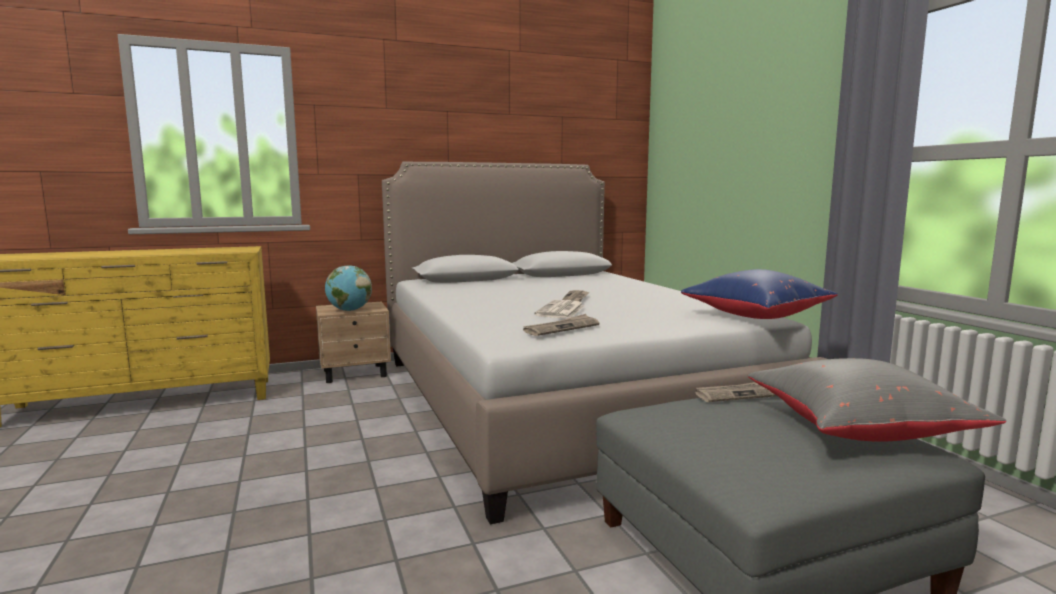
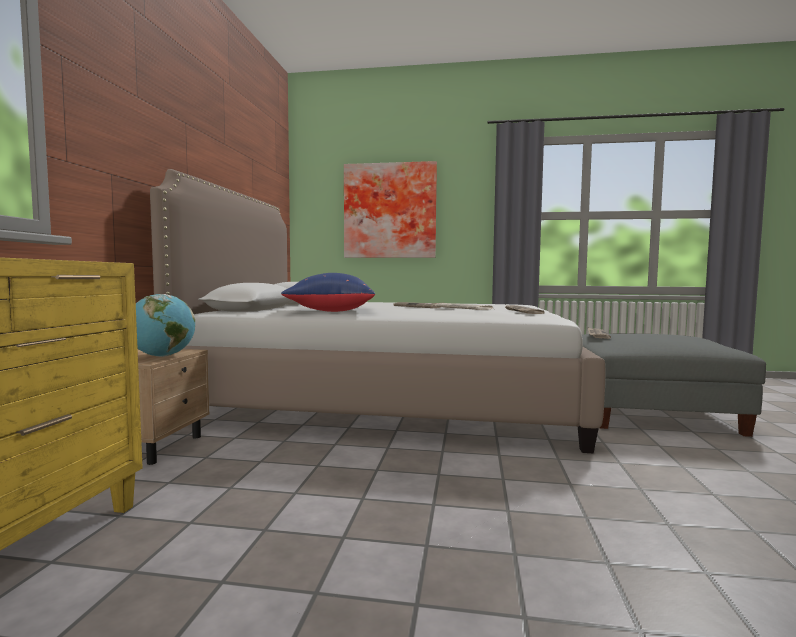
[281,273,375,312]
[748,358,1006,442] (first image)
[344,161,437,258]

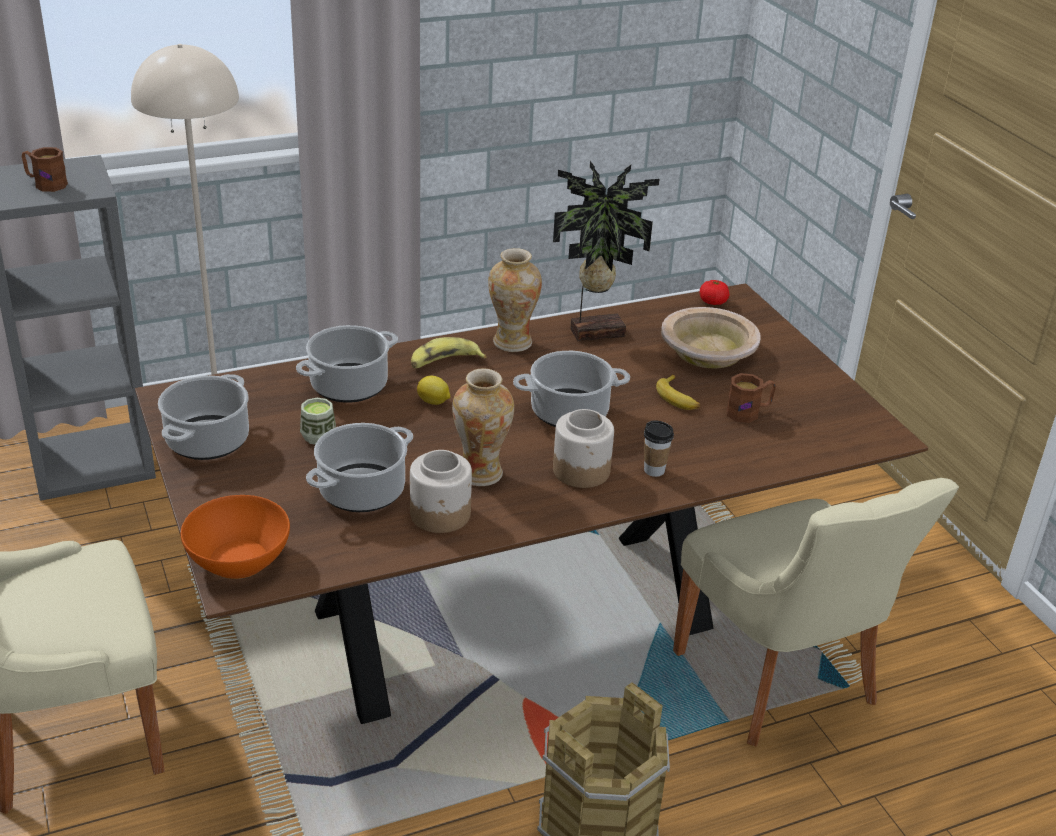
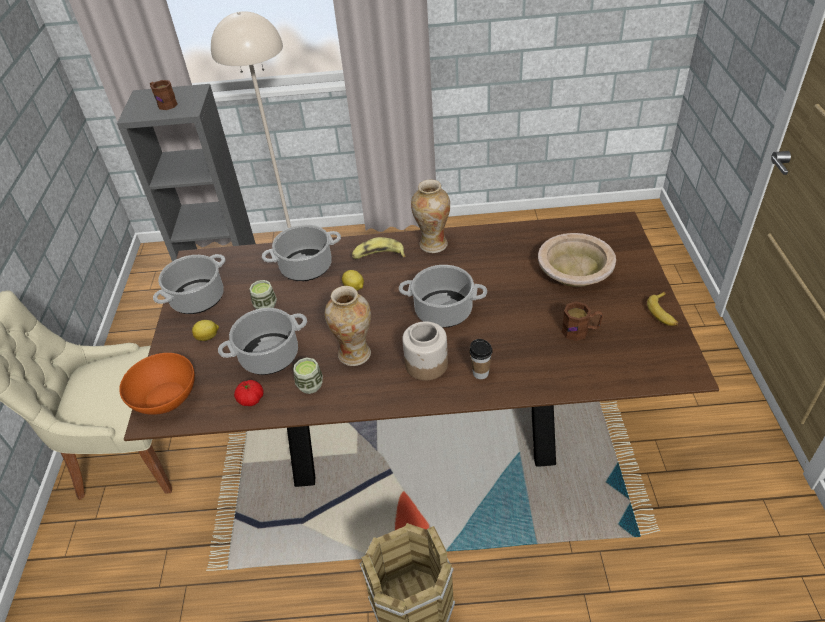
[553,161,659,341] (first image)
[234,380,264,406]
[647,292,678,326]
[293,357,323,394]
[673,478,959,746] (first image)
[192,320,219,341]

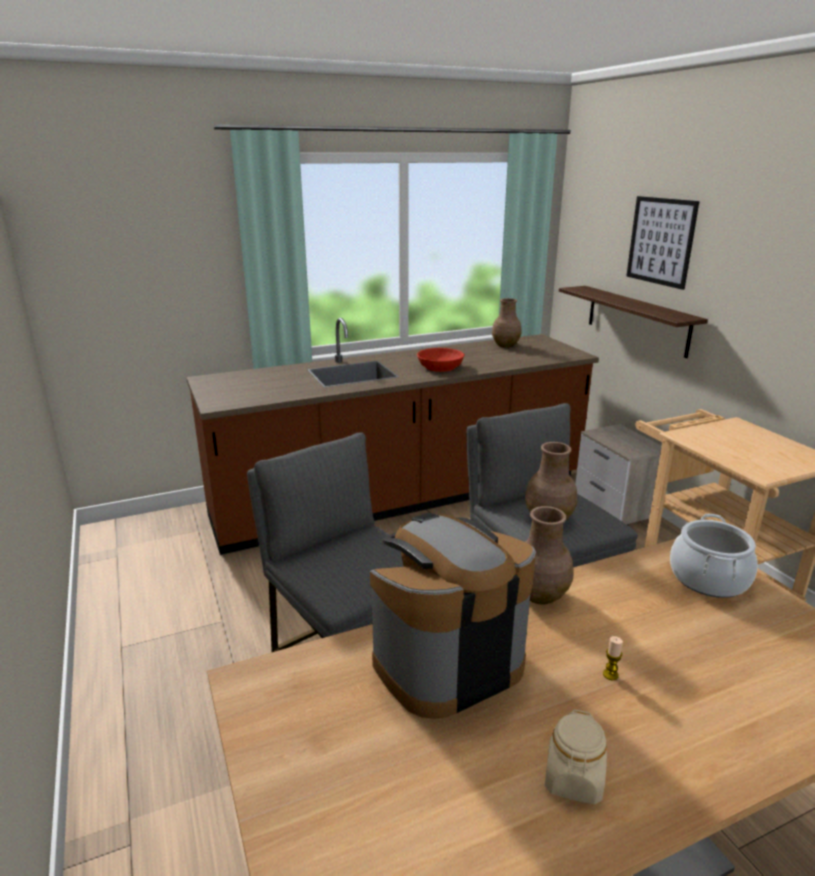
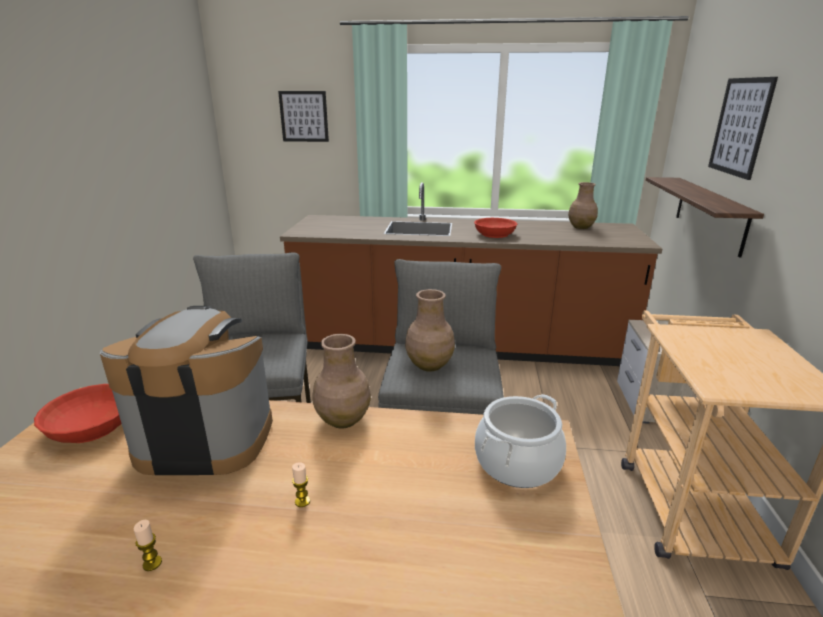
[133,520,162,571]
[278,91,329,142]
[34,384,122,443]

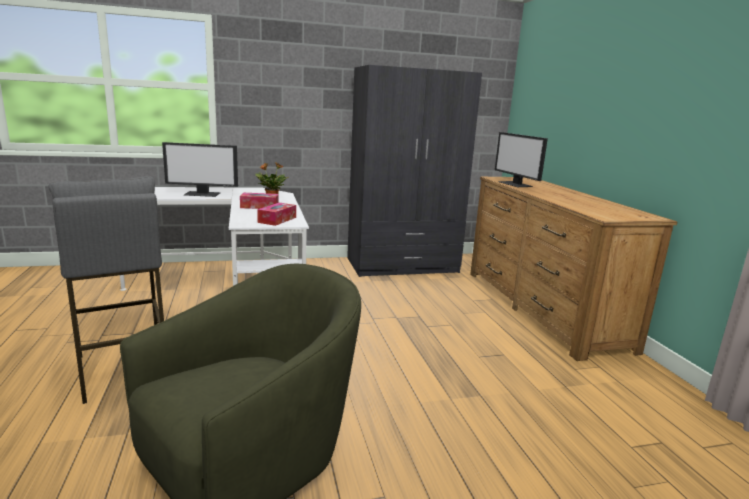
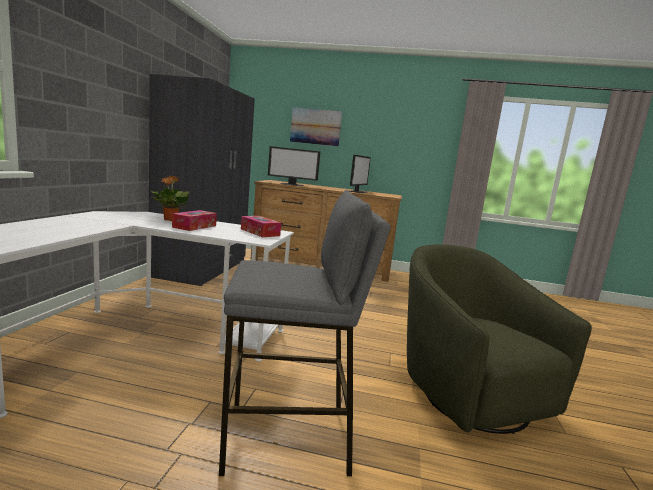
[349,155,371,193]
[290,107,342,146]

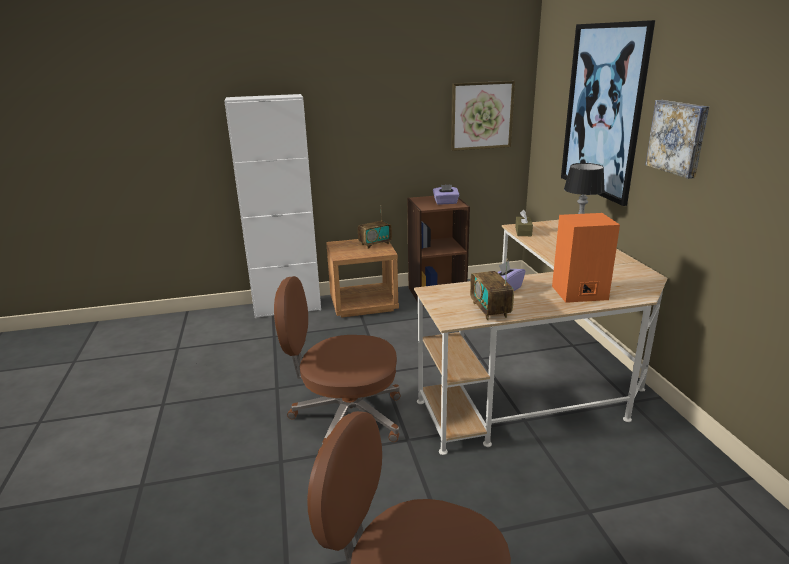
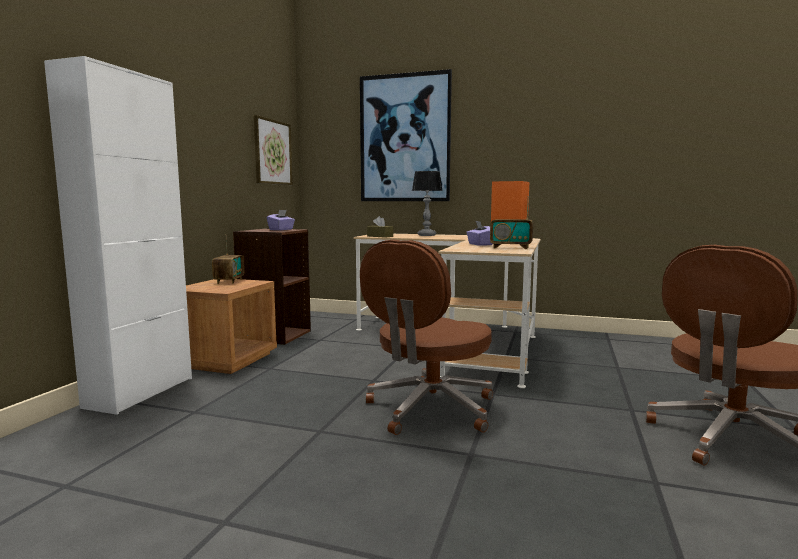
[645,100,709,179] (first image)

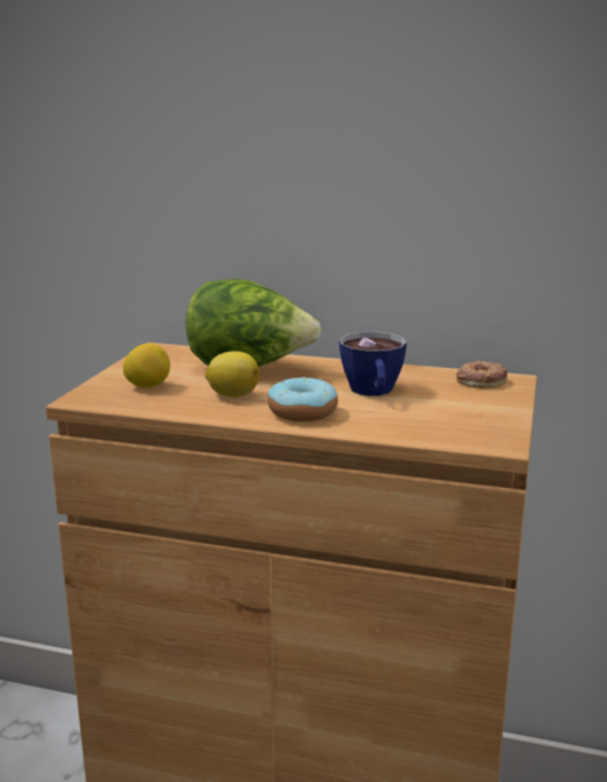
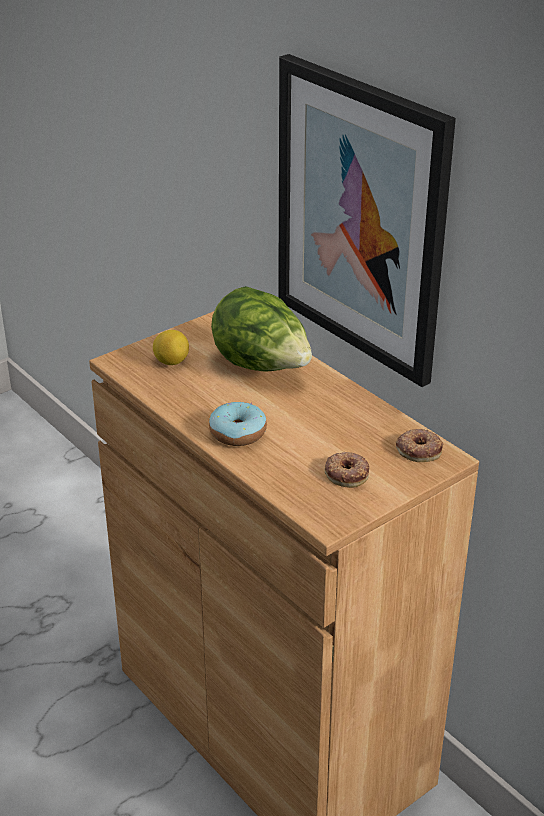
[339,331,407,396] (first image)
[205,351,260,397] (first image)
[278,54,456,387]
[325,452,370,488]

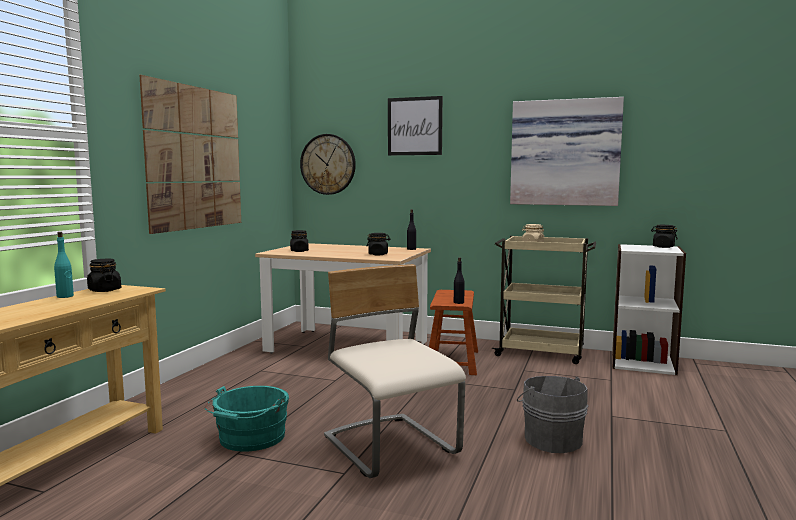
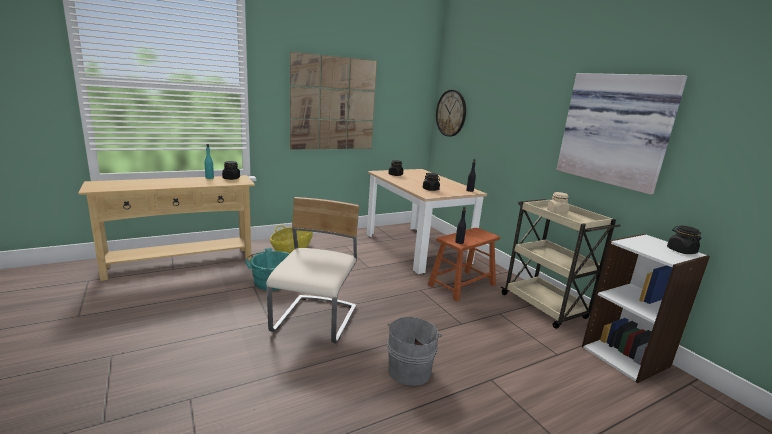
[388,96,443,155] (first image)
[270,225,313,253]

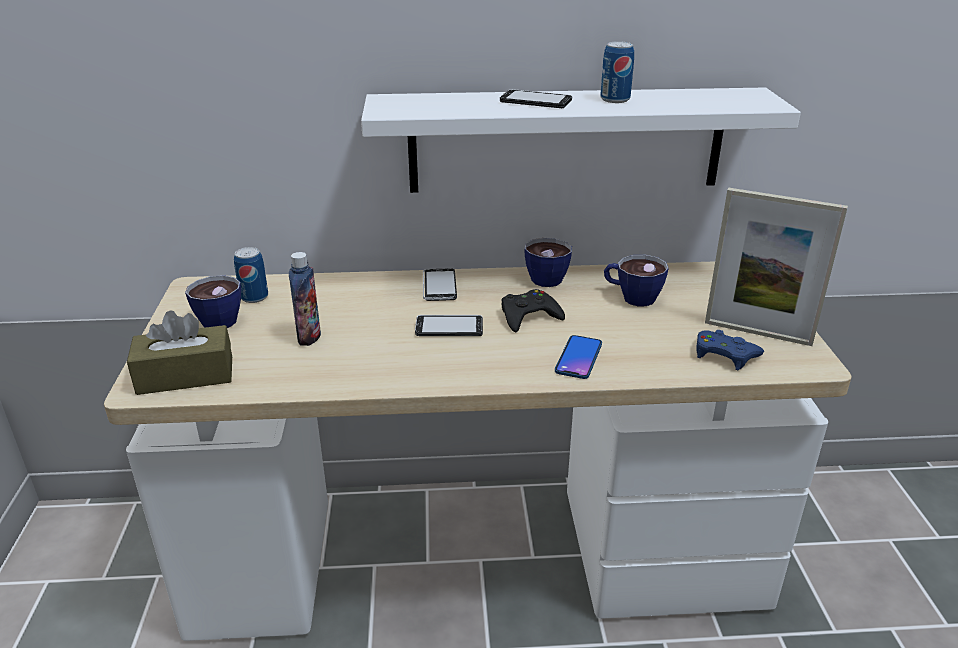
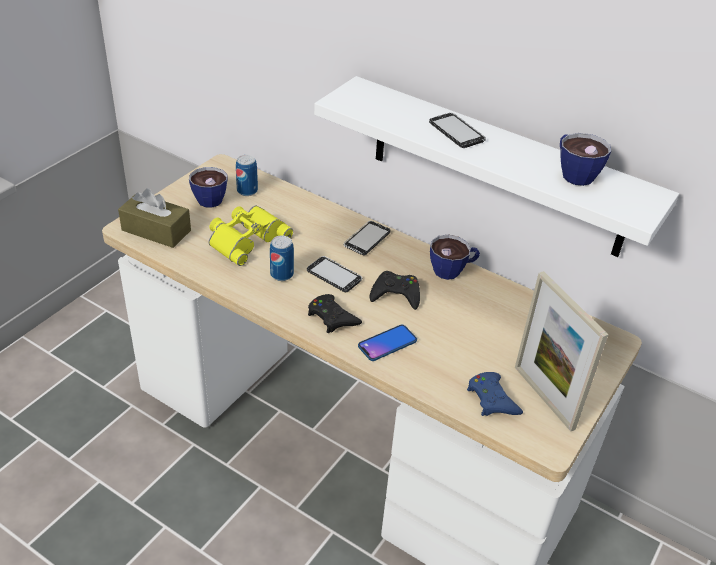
[270,236,294,281]
[209,206,293,266]
[560,133,611,186]
[308,294,362,333]

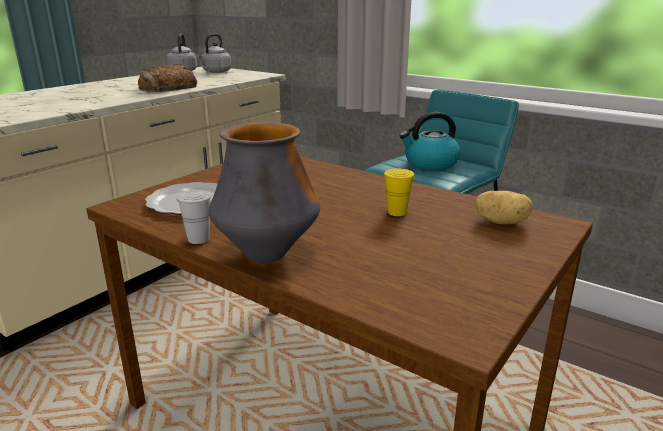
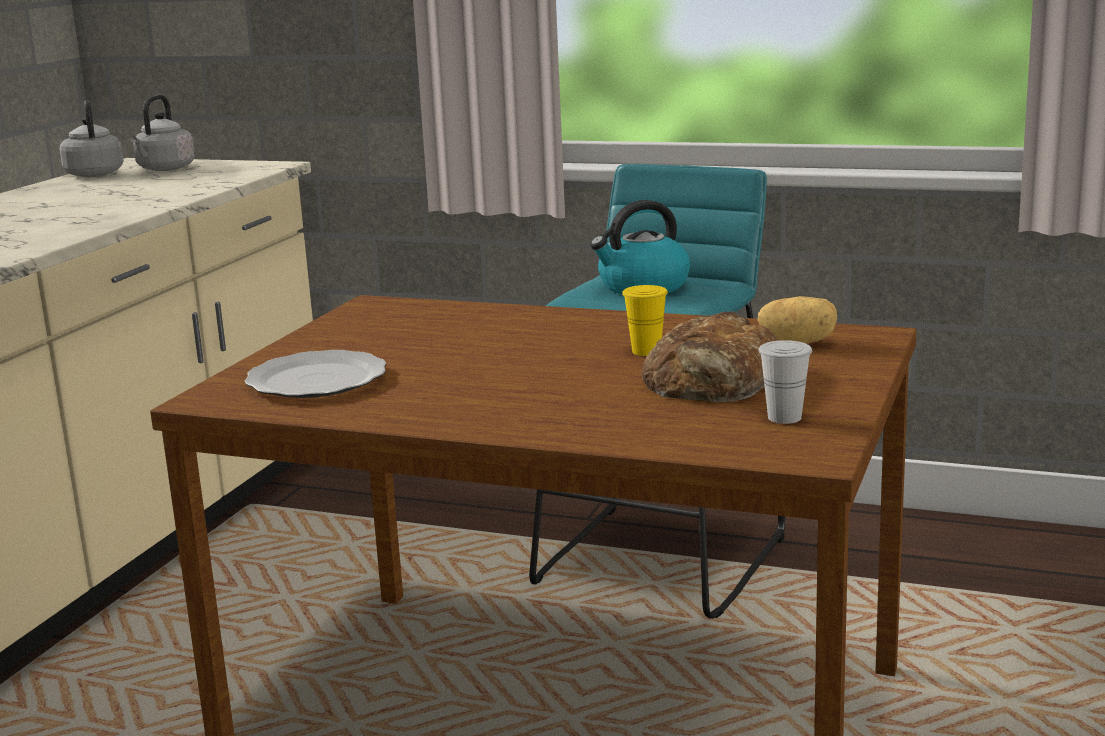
[642,311,778,402]
[208,122,320,263] (first image)
[759,340,812,424]

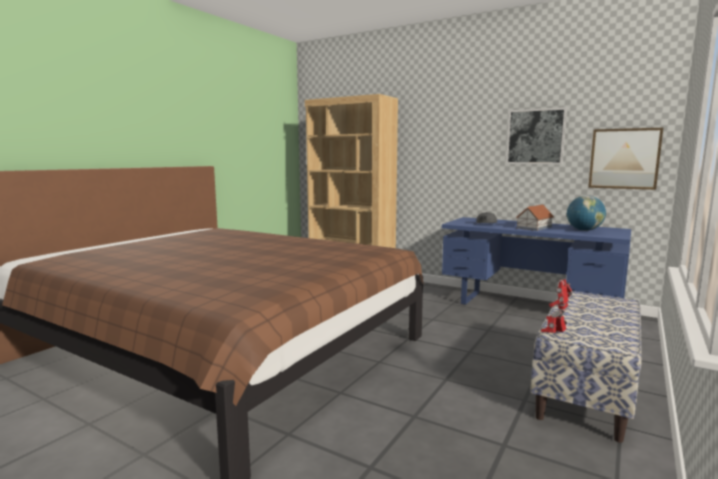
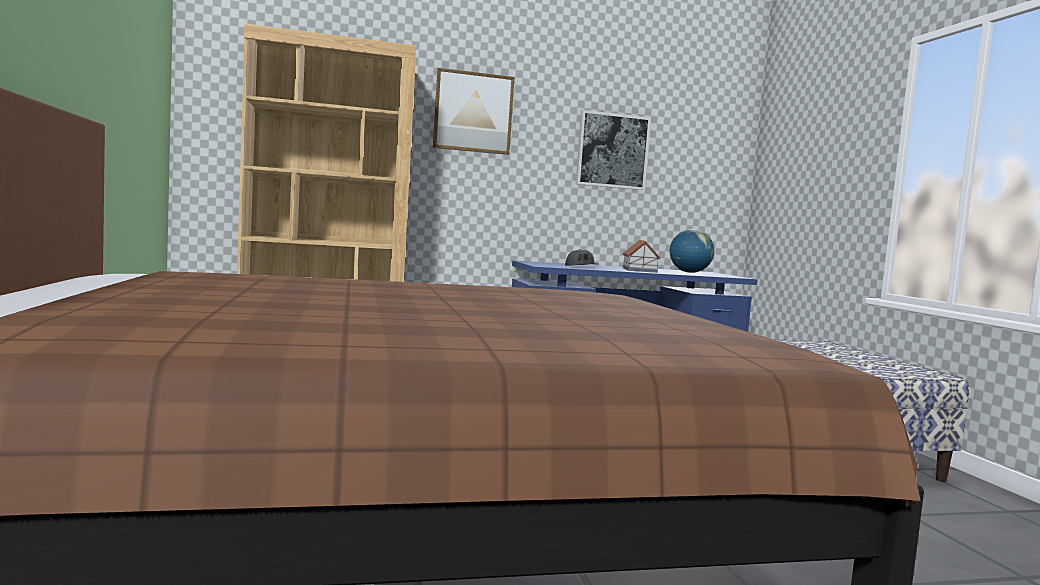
[433,68,515,155]
[541,279,572,333] (first image)

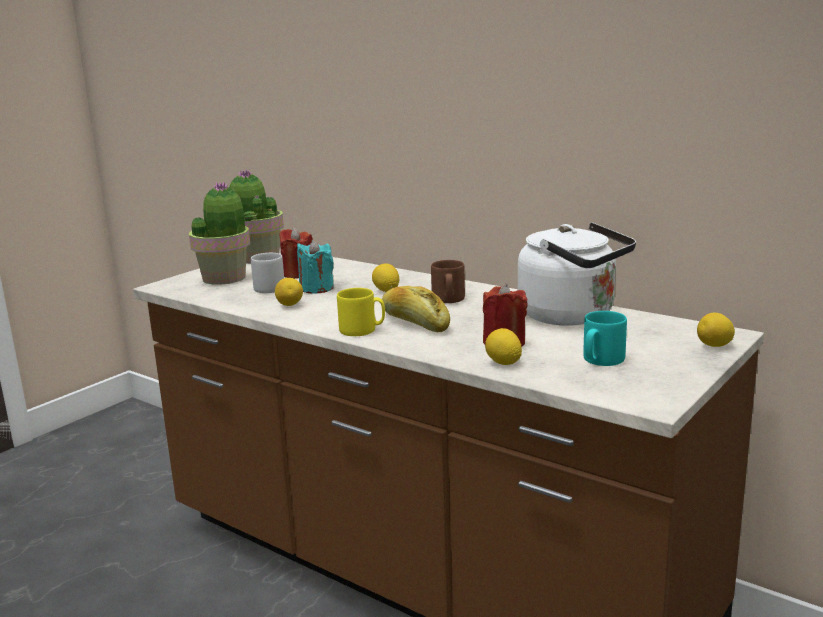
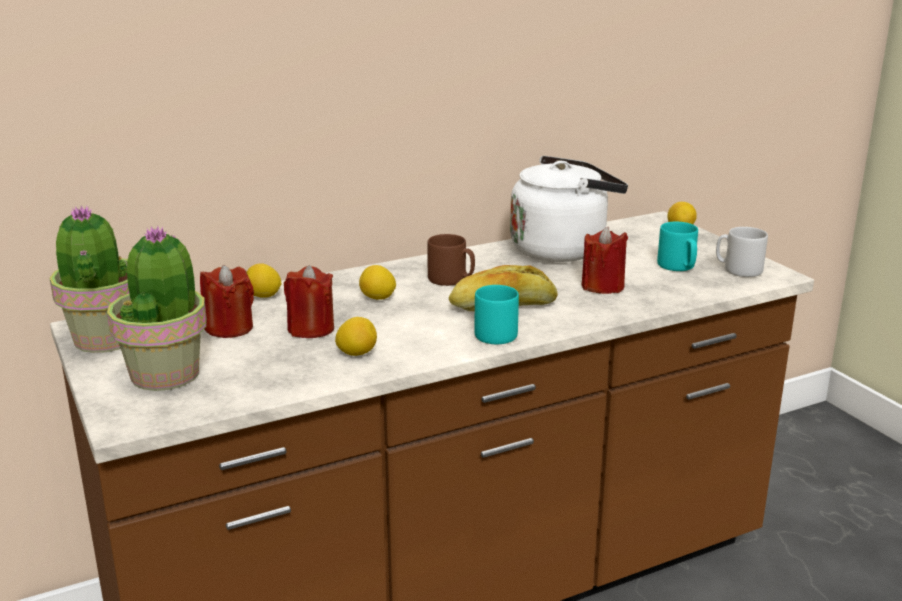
[284,265,334,338]
[716,227,768,277]
[474,285,519,344]
[247,263,281,298]

